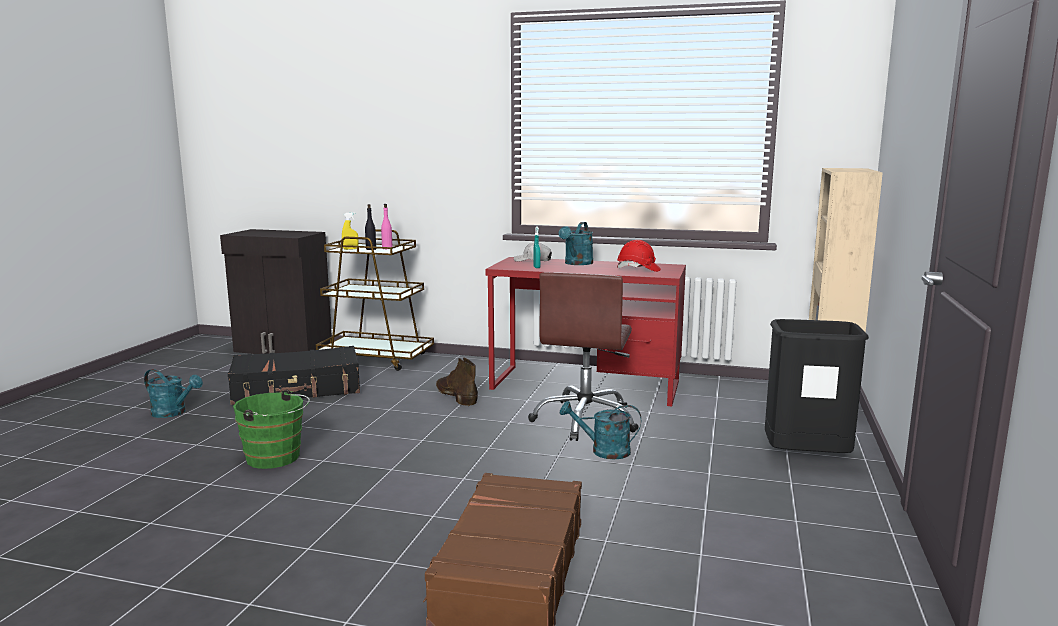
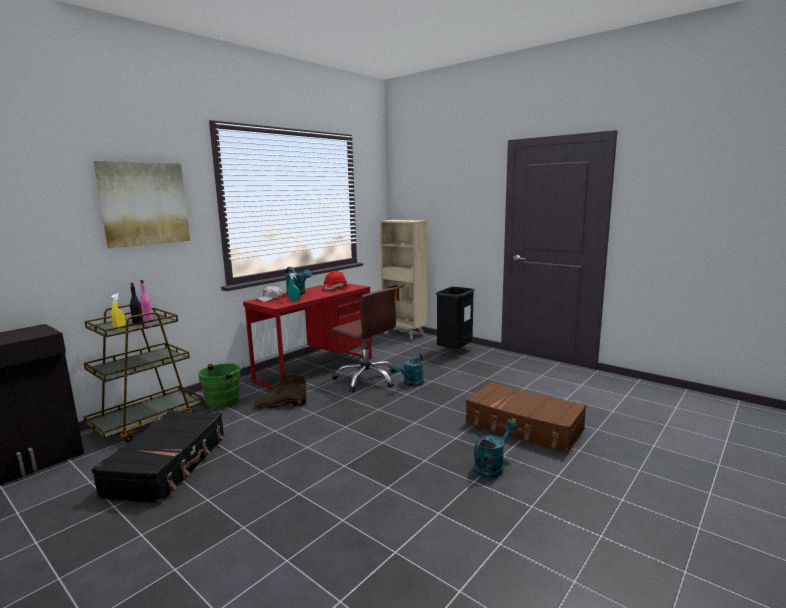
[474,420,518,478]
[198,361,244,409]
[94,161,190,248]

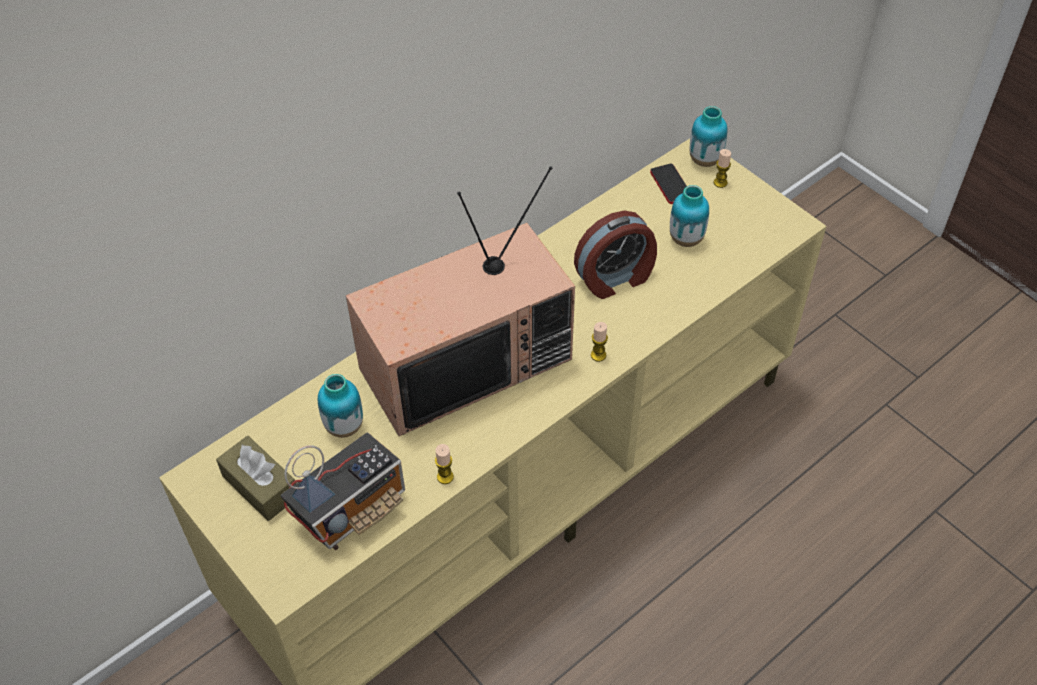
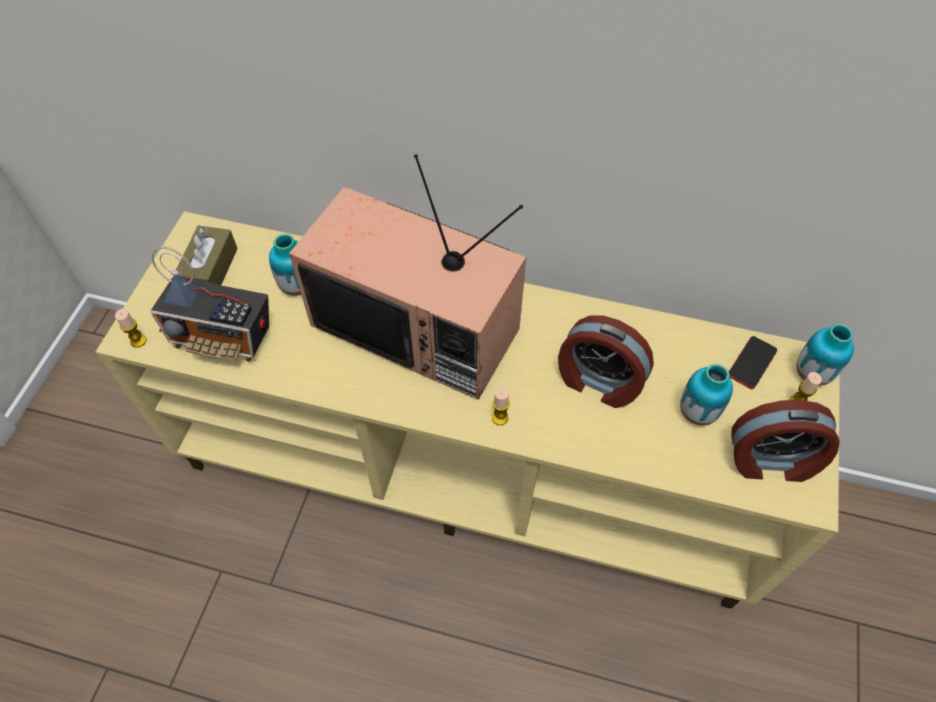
[115,309,147,348]
[731,400,840,482]

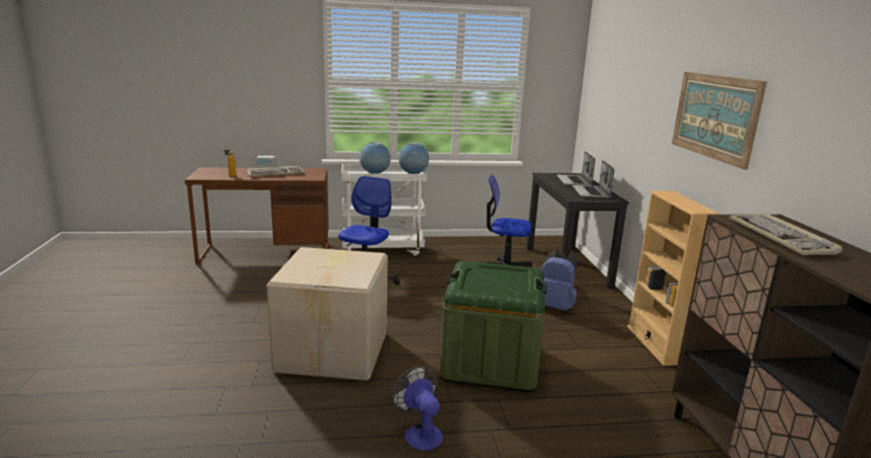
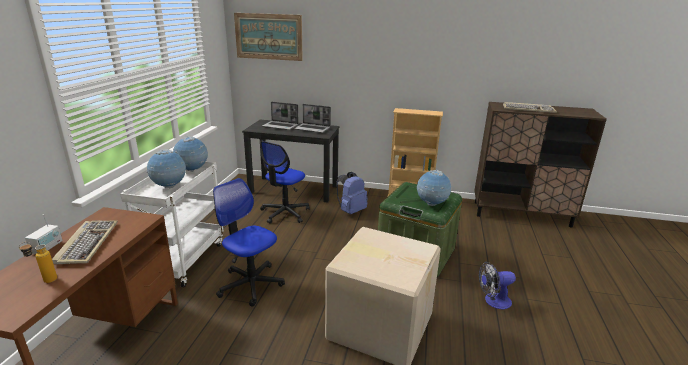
[234,13,303,61]
[417,170,451,206]

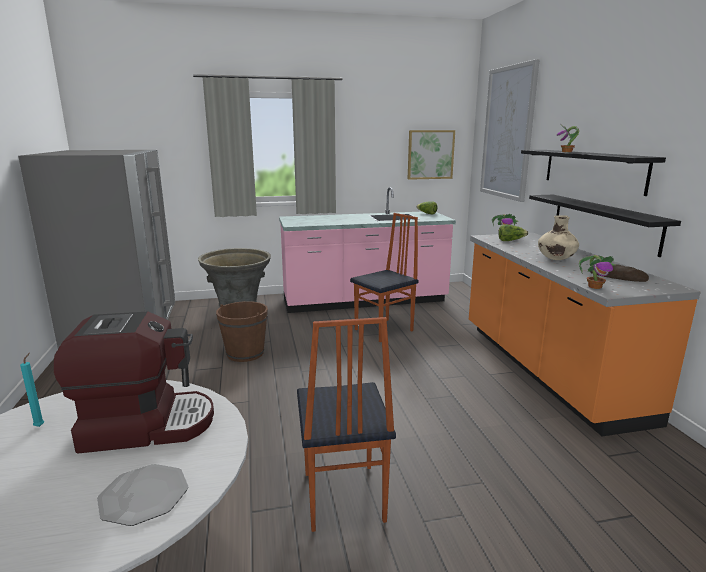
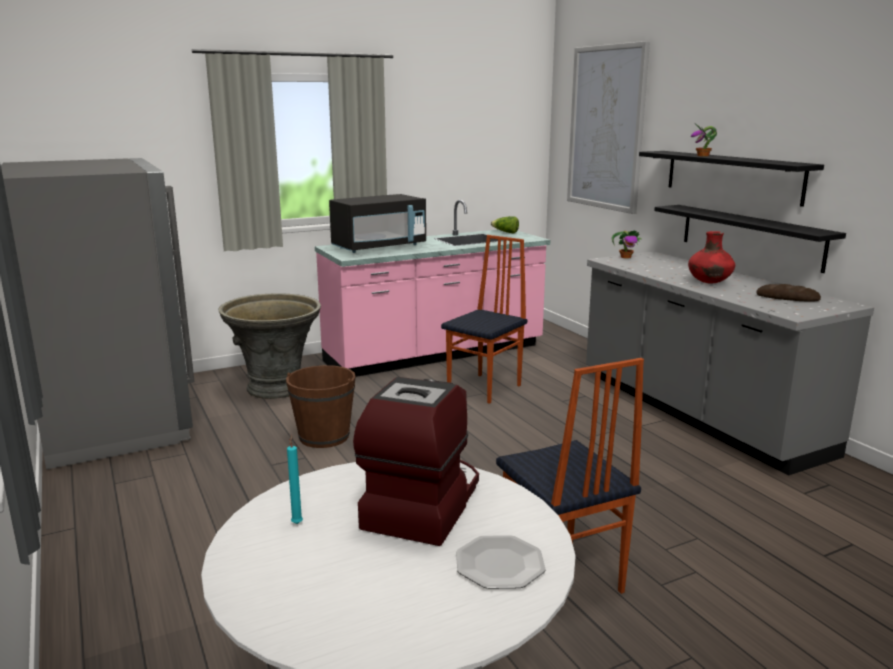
[408,130,455,180] (first image)
[688,231,735,284]
[498,224,528,241] (first image)
[586,251,874,475]
[579,255,615,289] (first image)
[353,377,479,546]
[329,194,426,253]

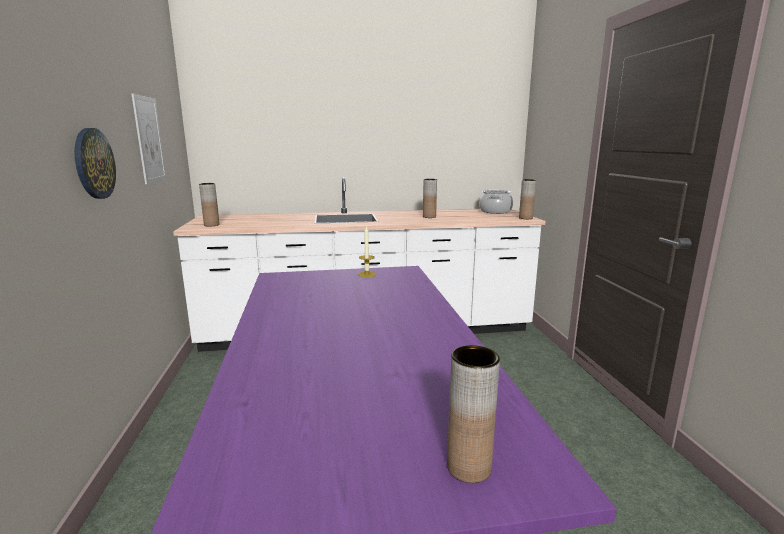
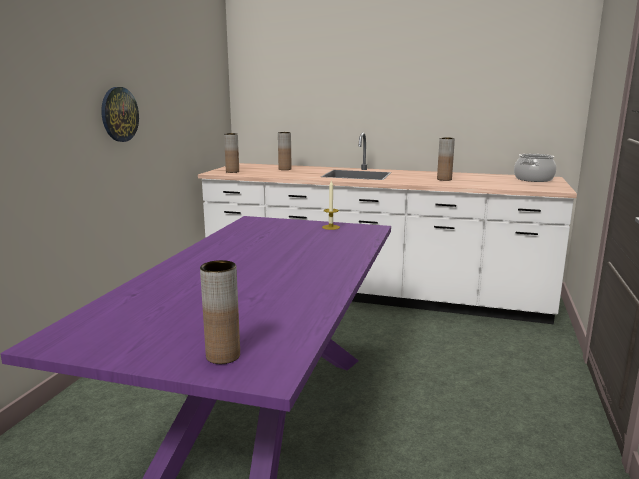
[132,94,167,184] (first image)
[278,132,292,170]

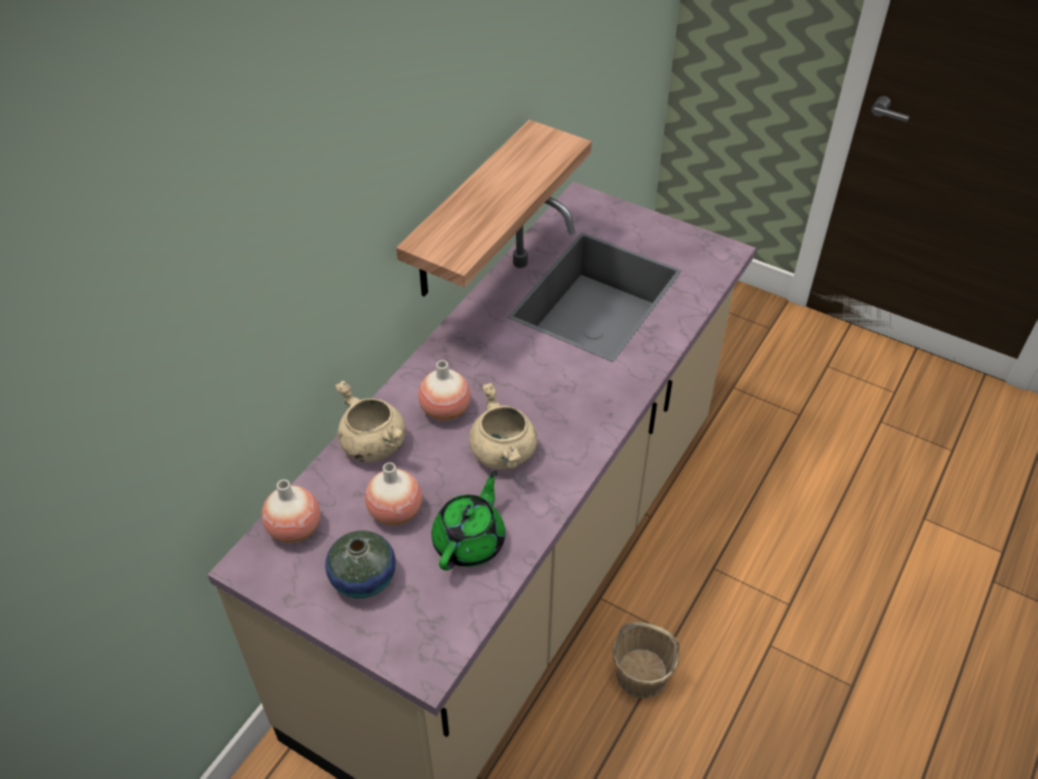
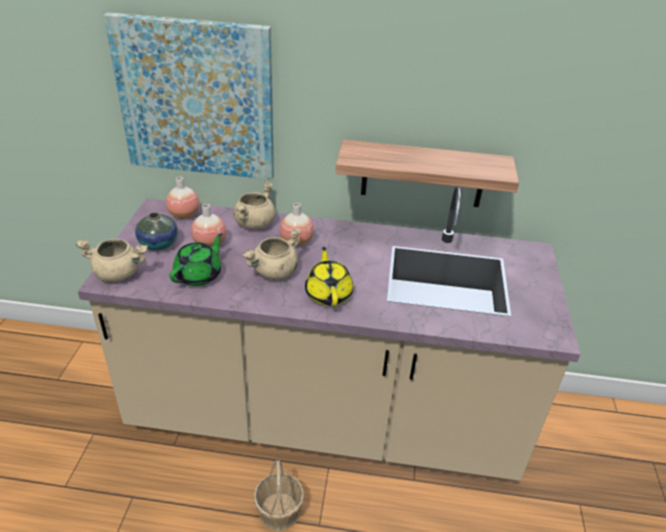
[170,233,223,286]
[104,12,274,180]
[76,239,148,282]
[305,247,353,306]

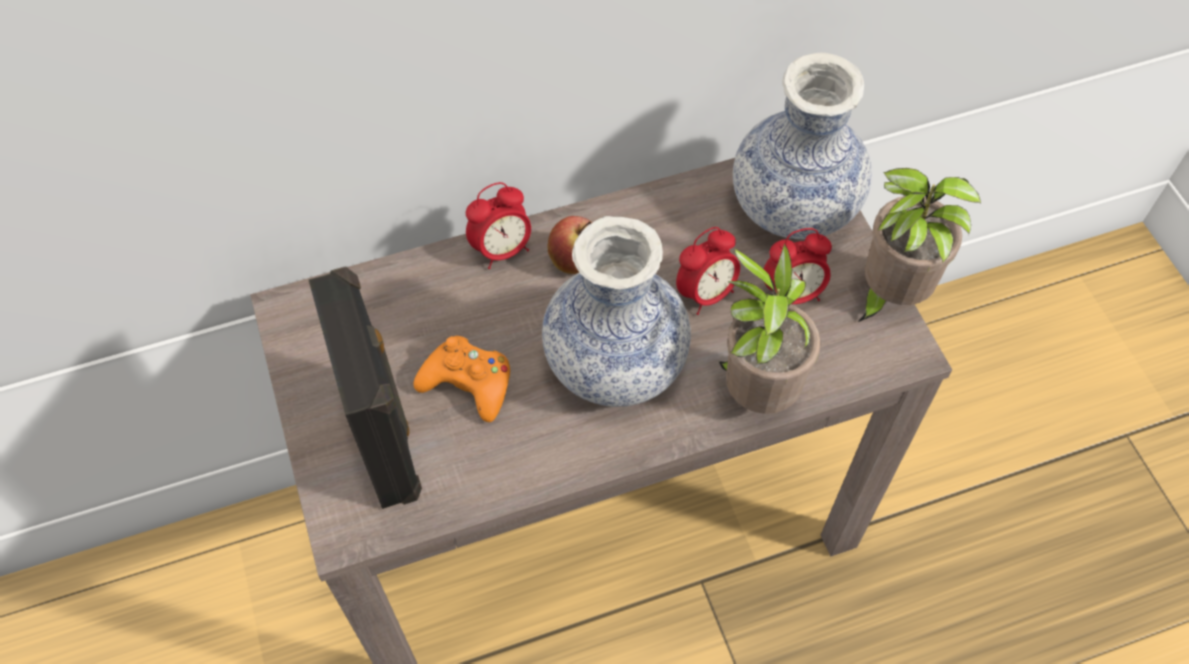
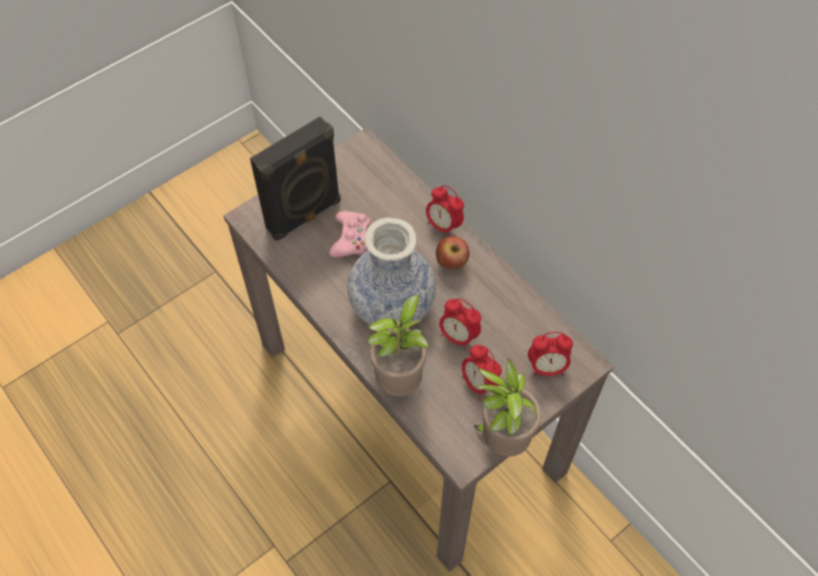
[528,332,573,377]
[329,211,371,258]

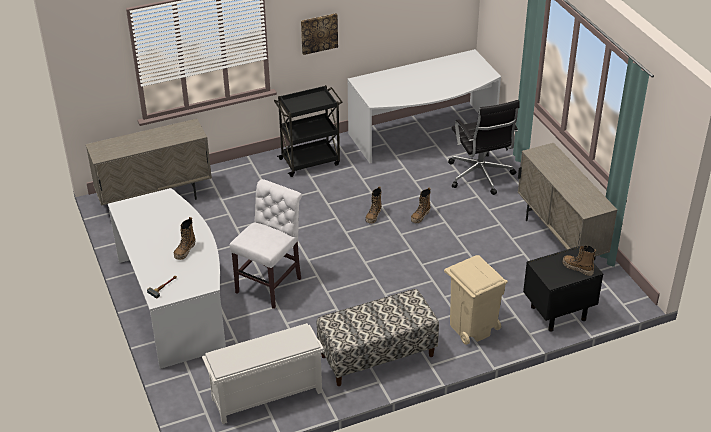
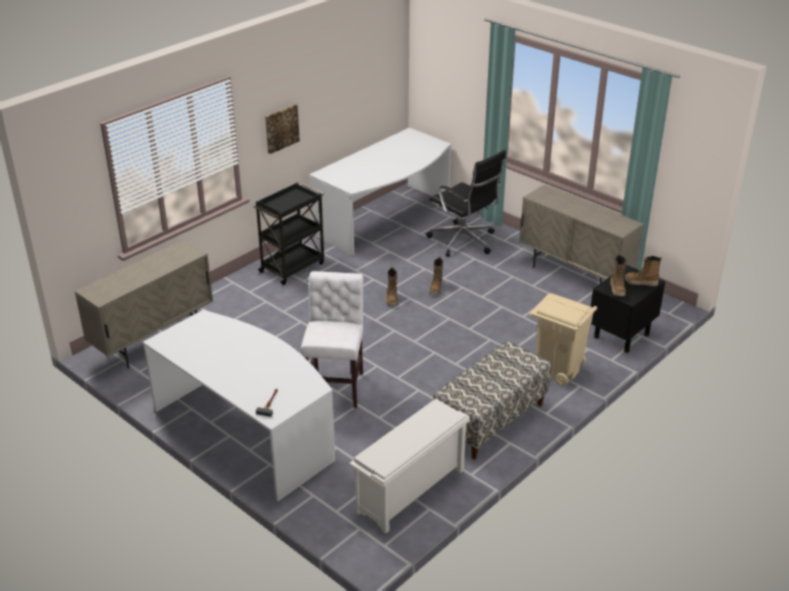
[610,254,627,296]

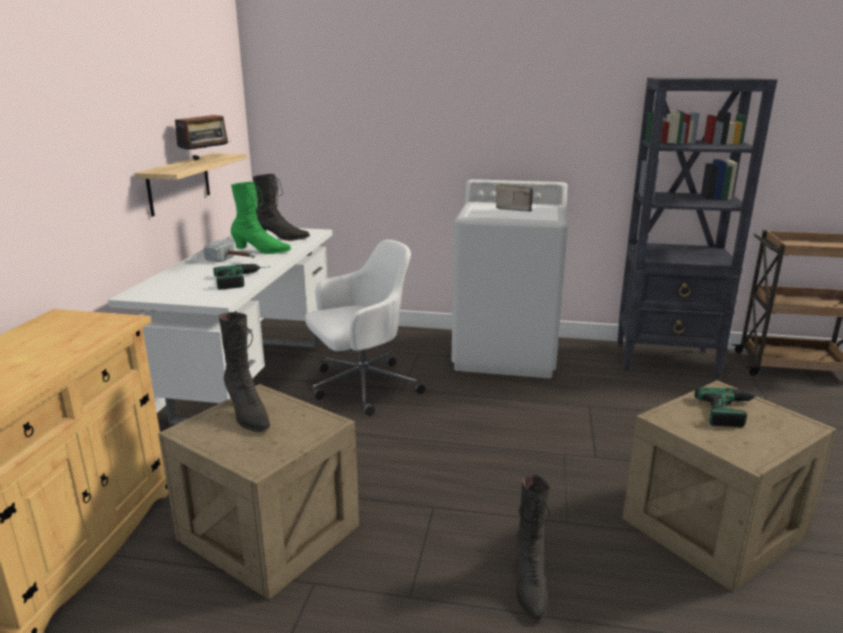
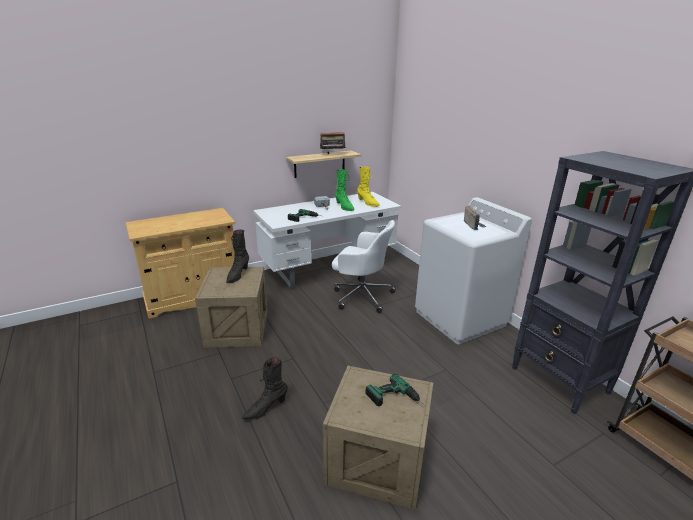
[357,167,380,207]

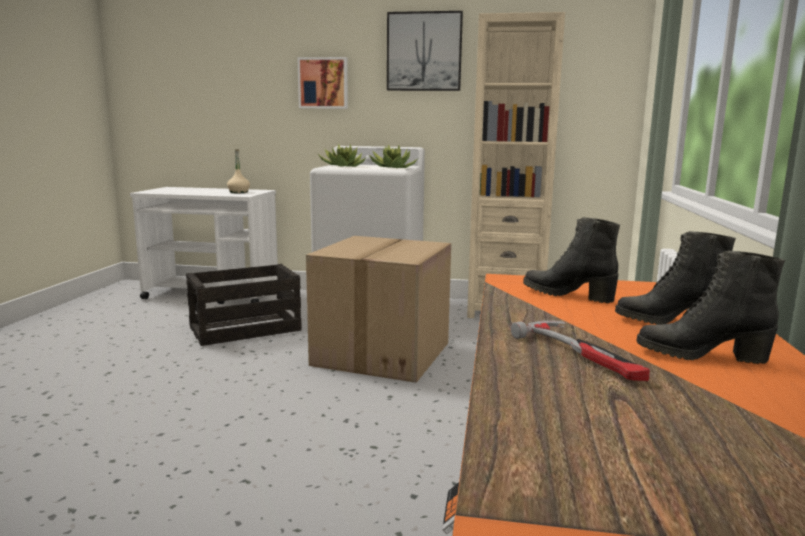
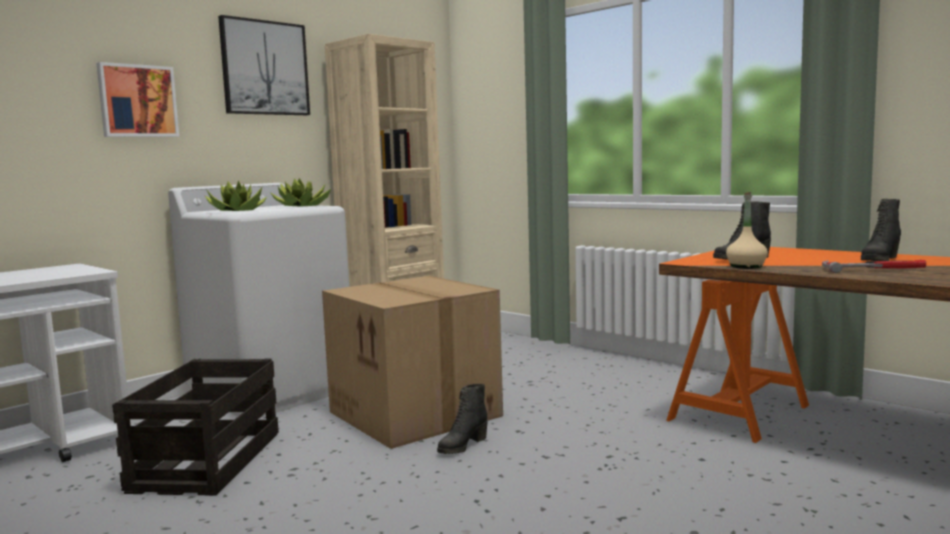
[726,192,768,269]
[437,384,488,454]

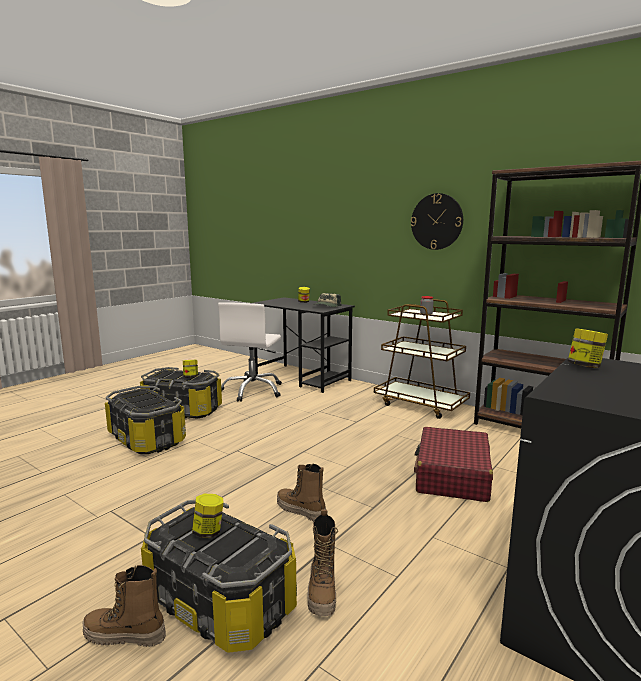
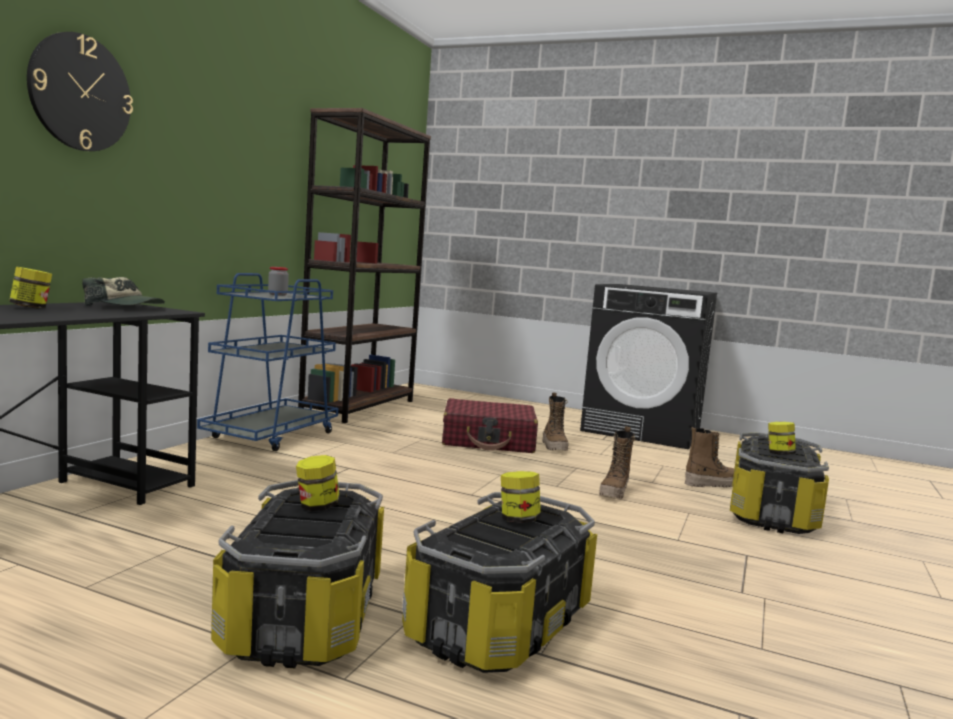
[27,32,133,151]
[197,273,338,451]
[218,302,282,402] (first image)
[501,471,541,523]
[543,392,568,451]

